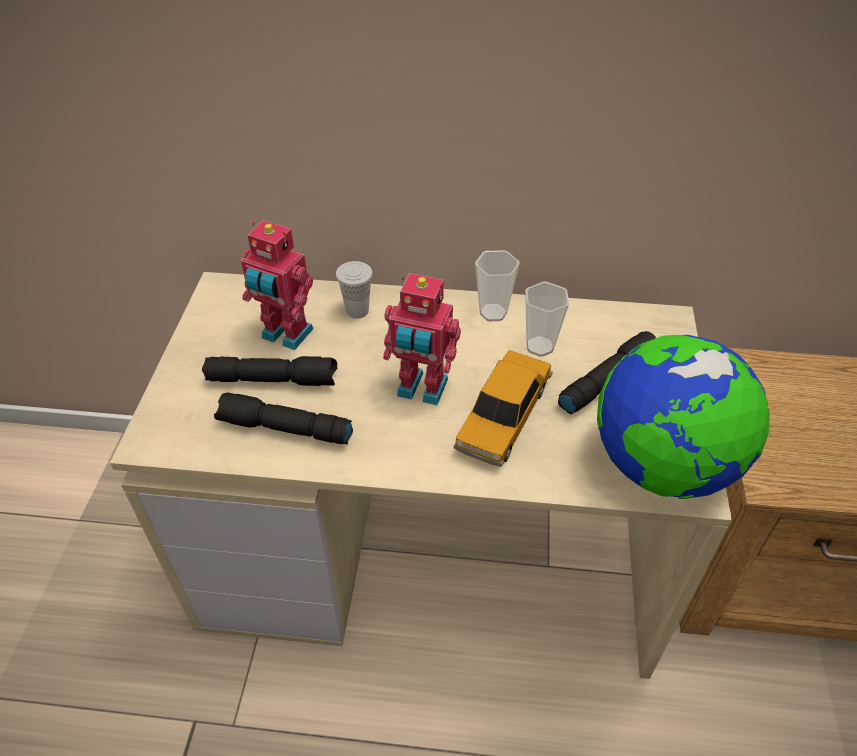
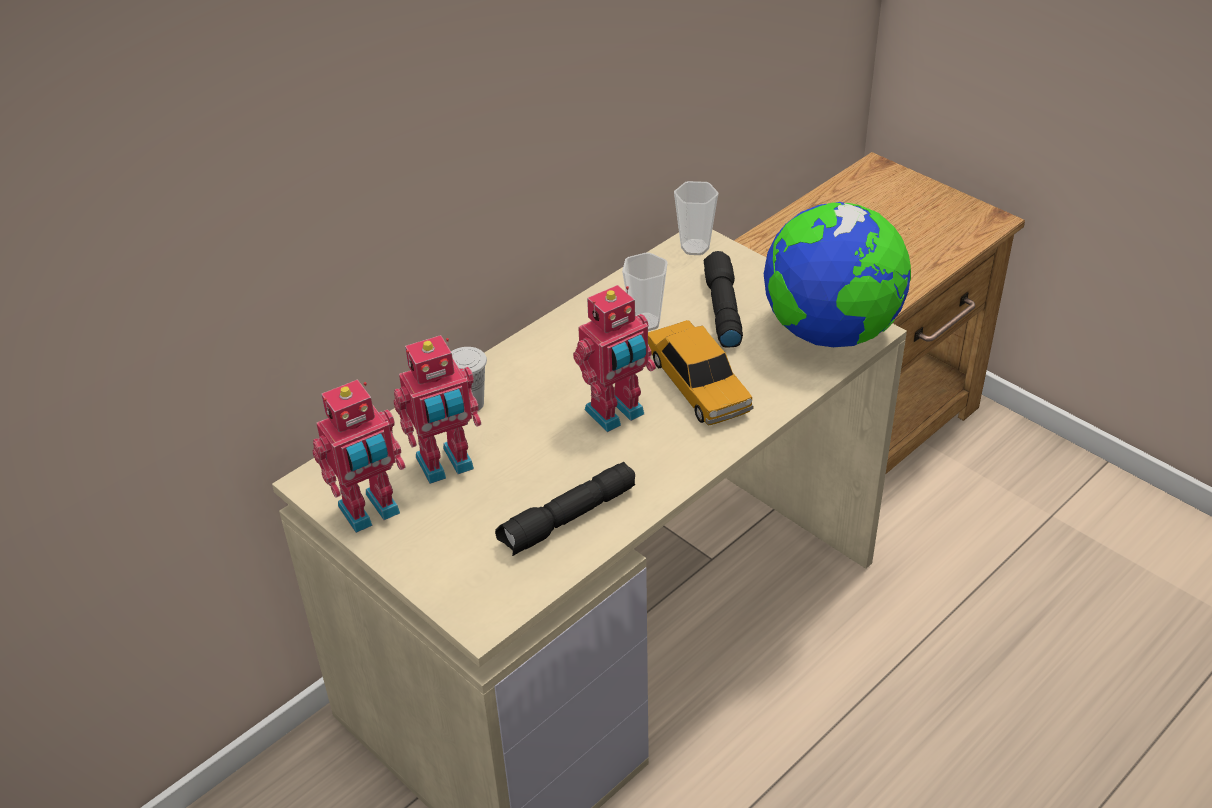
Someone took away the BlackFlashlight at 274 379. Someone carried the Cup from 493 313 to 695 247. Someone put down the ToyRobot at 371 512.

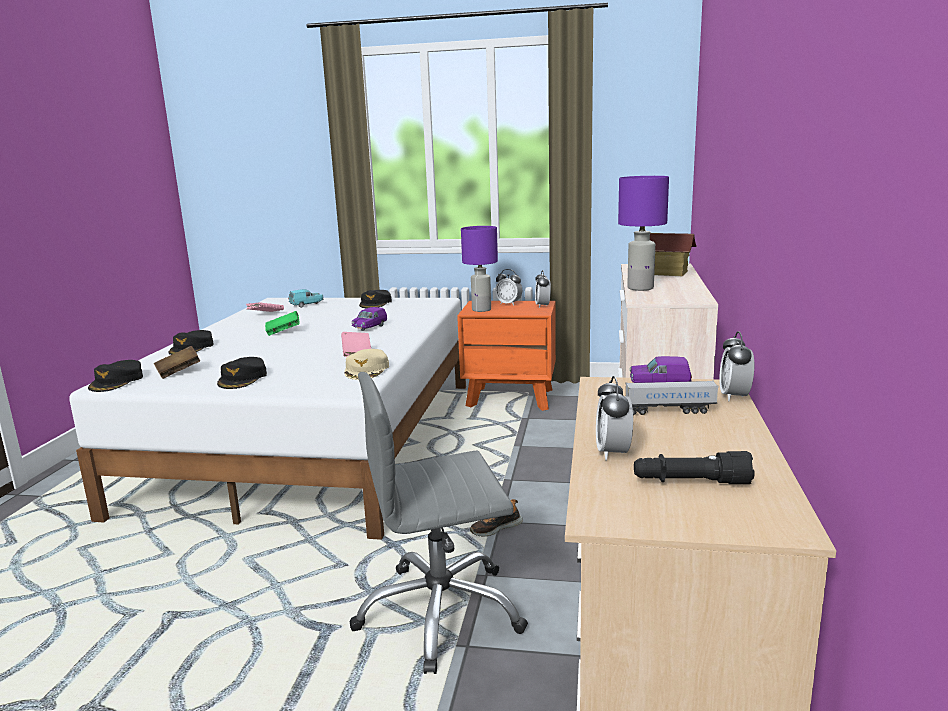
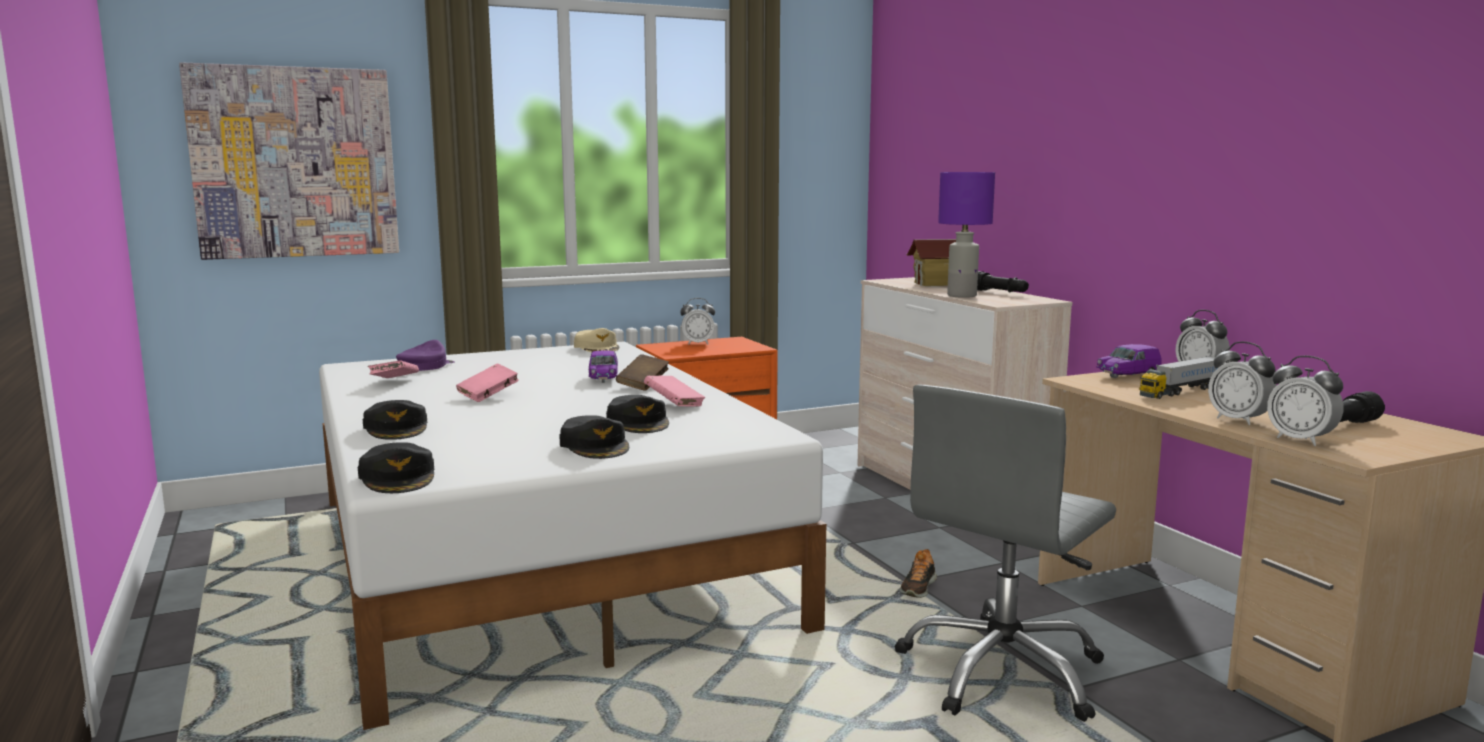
Someone carried the BrownBook from 178 372 to 643 385. Someone repainted the GreenBook at 283 332, which became the PinkBook at 488 396. Someone swapped the TurquoiseToyCar at 306 305 for the PurpleCap at 425 366. Someone carried the BeigeCap from 367 370 to 597 348. Someone carried the BlackCap from 375 303 to 638 422. Someone took away the PurpleTableLamp at 481 310. Someone carried the AlarmClock from 542 306 to 1300 440. Someone put up the Picture at 295 163. Someone put down the BlackFlashlight at 997 292.

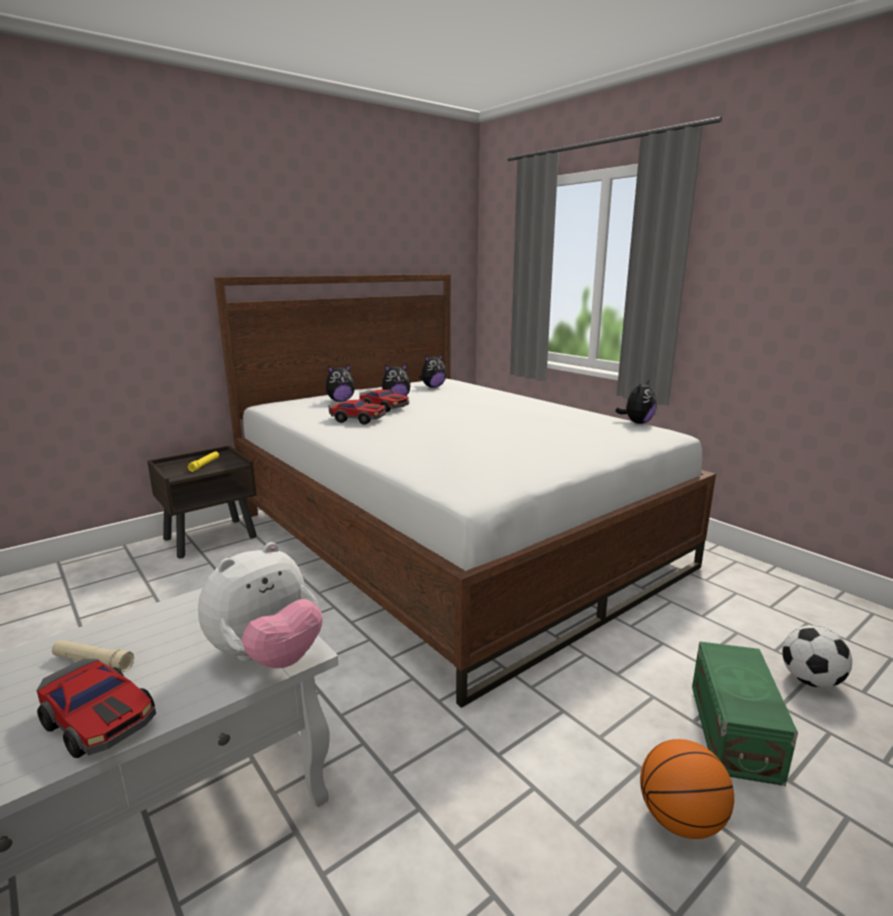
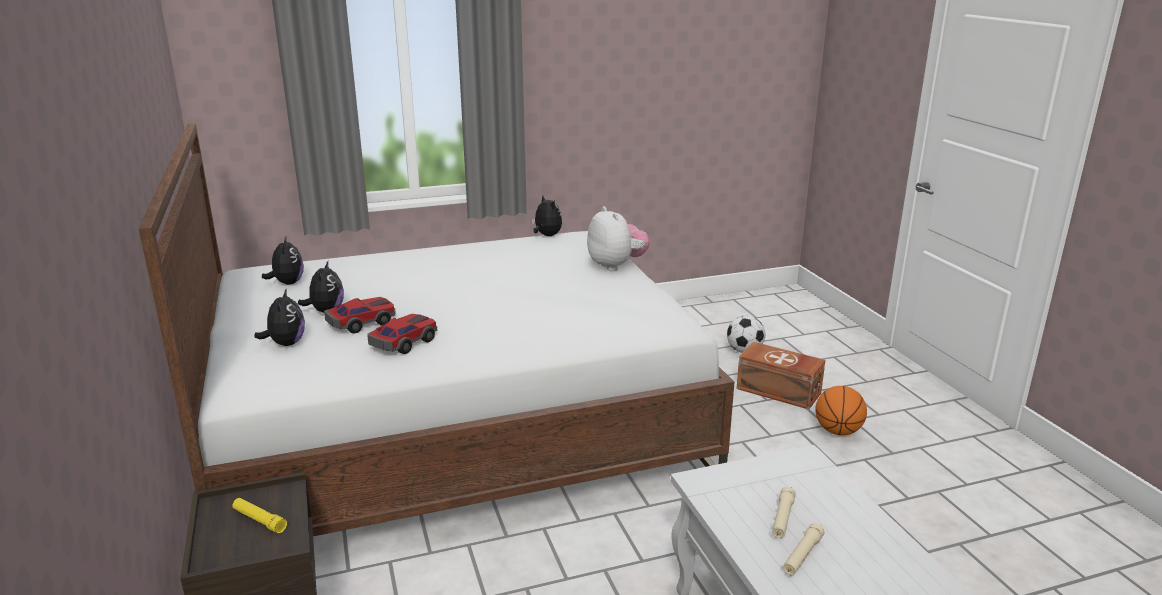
Someone took away the ToyCar at 99 719. Someone carried the PlushToy from 267 657 to 616 266. Someone repainted the GreenStorageBox at 732 732, which became the BrownStorageBox at 779 391. Someone put down the BeigeFlashlight at 782 518.

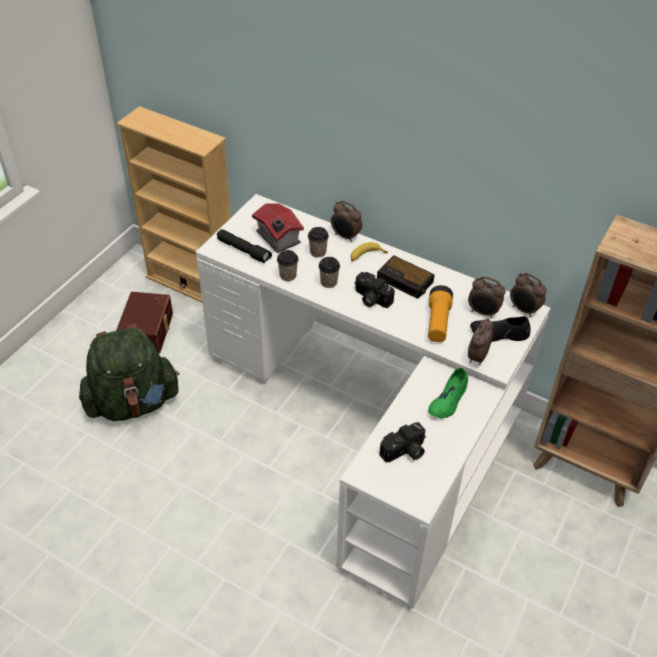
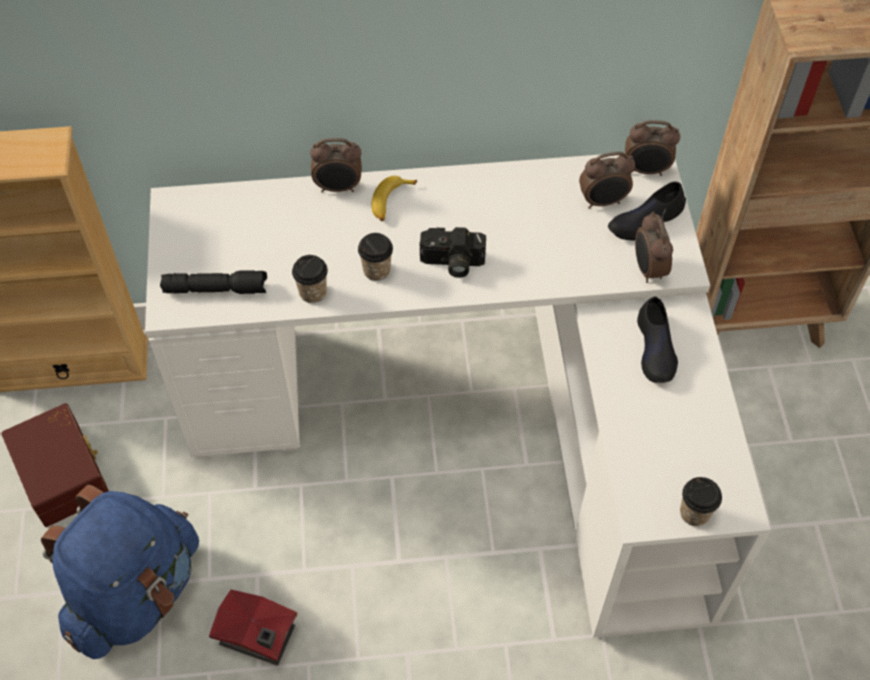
Someone repainted the GreenBackpack at 133 403, which became the BlueBackpack at 136 593. Someone carried the ToyHouse from 277 238 to 258 638. Someone carried the Cup from 318 252 to 694 513. Someone took away the AlarmClock at 406 281. Someone took away the PhotoCamera at 404 452. Someone took away the Flashlight at 438 322. Someone repainted the GreenShoe at 448 400, which became the BlackShoe at 655 348.

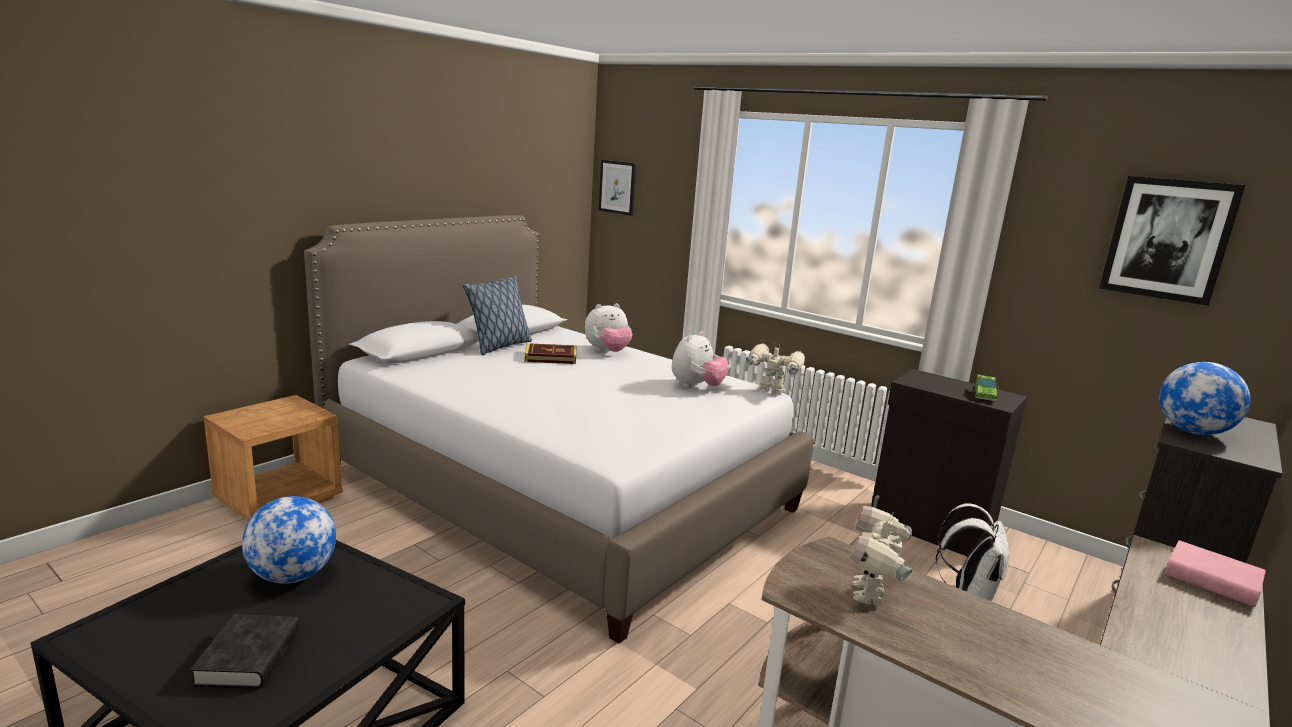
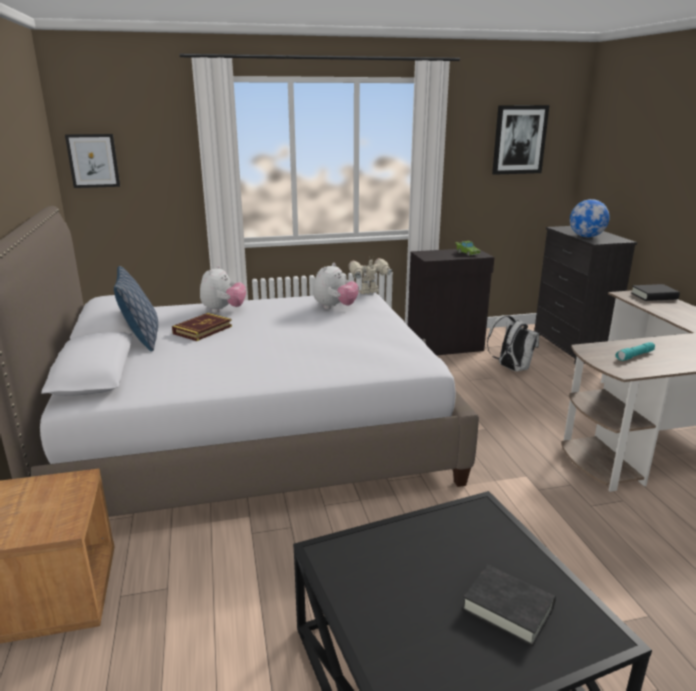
Someone took away the Globe at 293 576. Someone rotated the PlushToy at 697 387 by 45 degrees clockwise. Someone swapped the ToyRobot at 870 594 for the TurquoiseFlashlight at 635 356. Someone repainted the PinkBook at 1211 580, which became the BlackBook at 654 296.

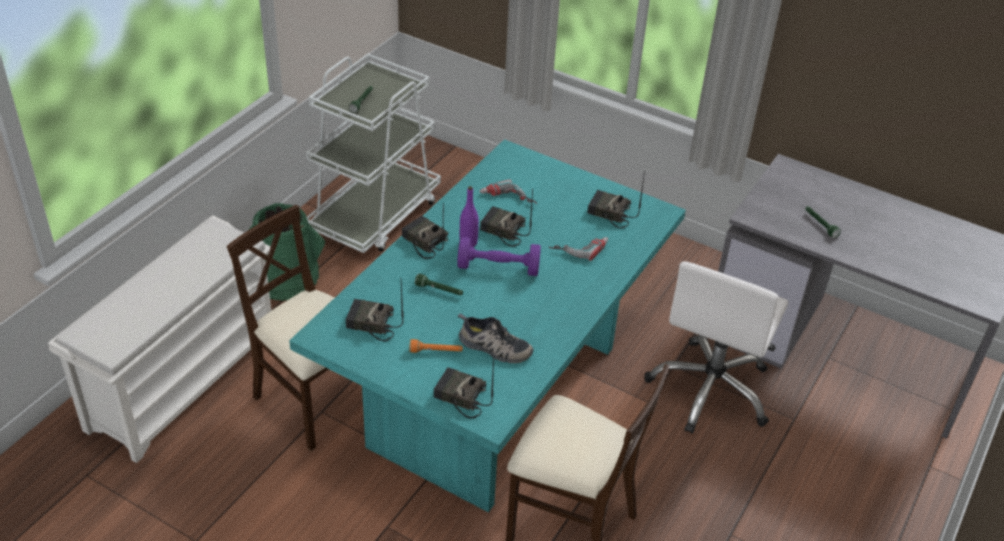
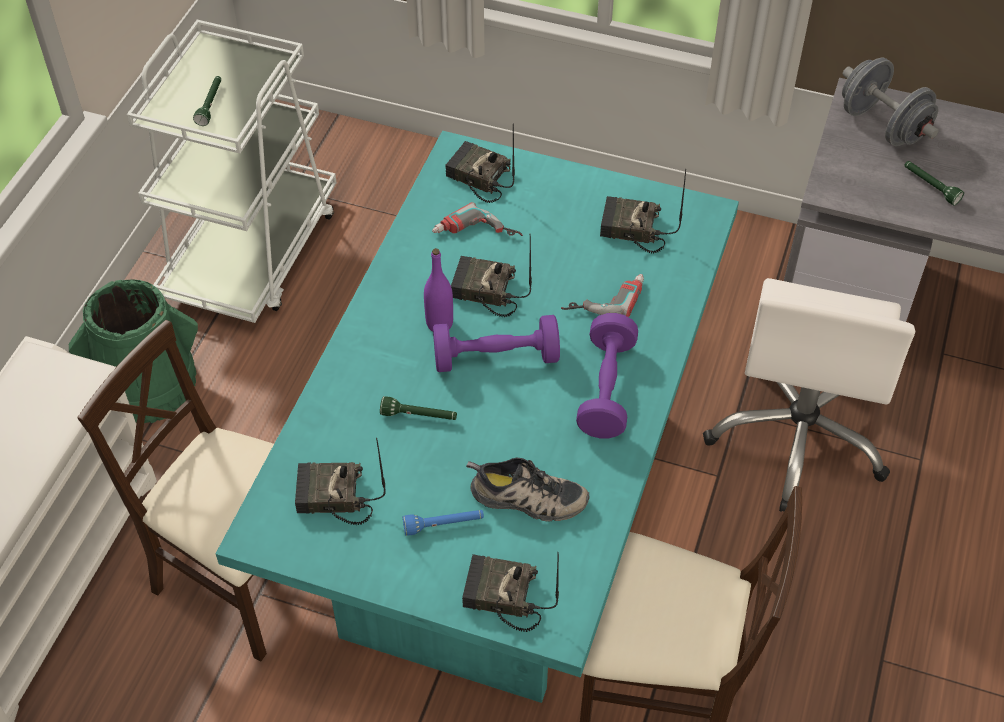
Someone carried the Radio from 423 242 to 478 178. Someone repainted the OrangeFlashlight at 436 351, which became the BlueFlashlight at 444 525. Someone put down the PurpleDumbbell at 606 389. Someone put down the GreyDumbbell at 882 125.

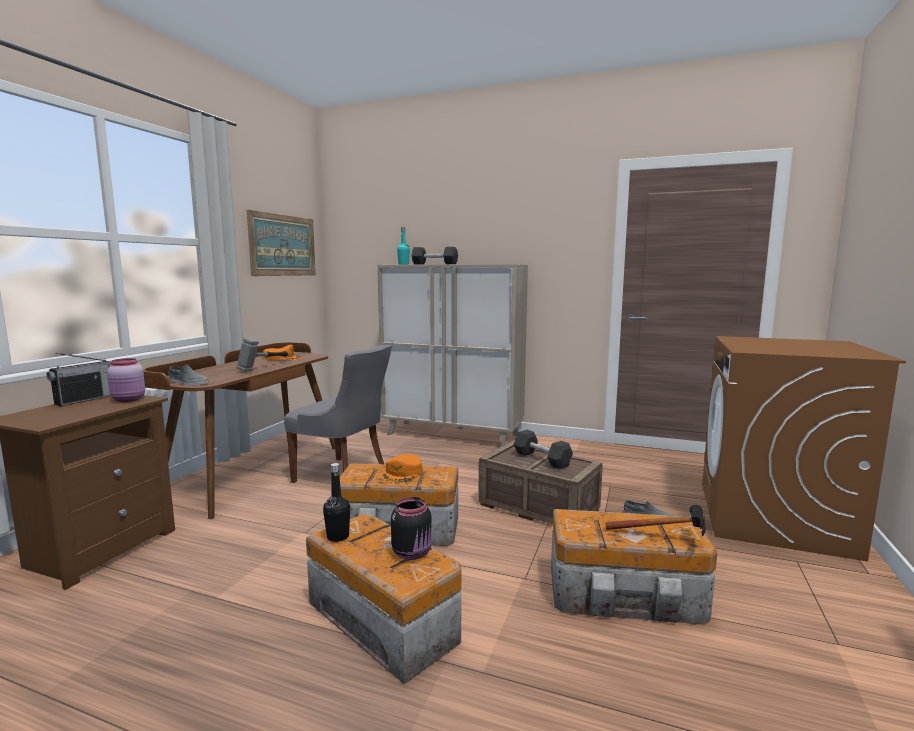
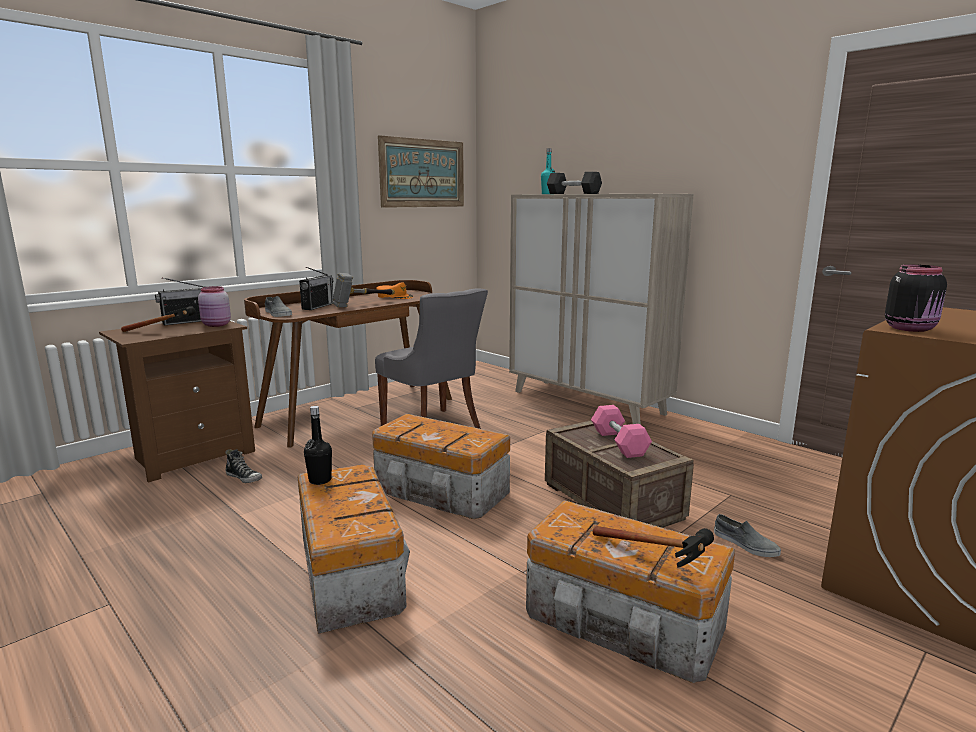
Someone took away the OrangeCap at 403 473. Someone carried the BlackJar from 413 553 to 911 329. Someone repainted the BlackDumbbell at 542 459, which became the PinkDumbbell at 619 443. Someone put down the Hammer at 165 333. Someone put down the Shoe at 244 478. Someone put down the Radio at 318 306.

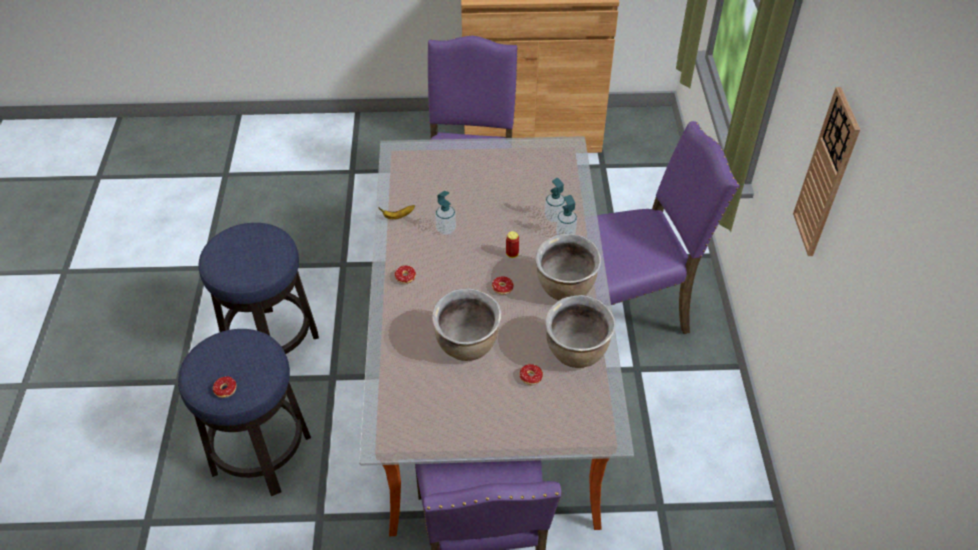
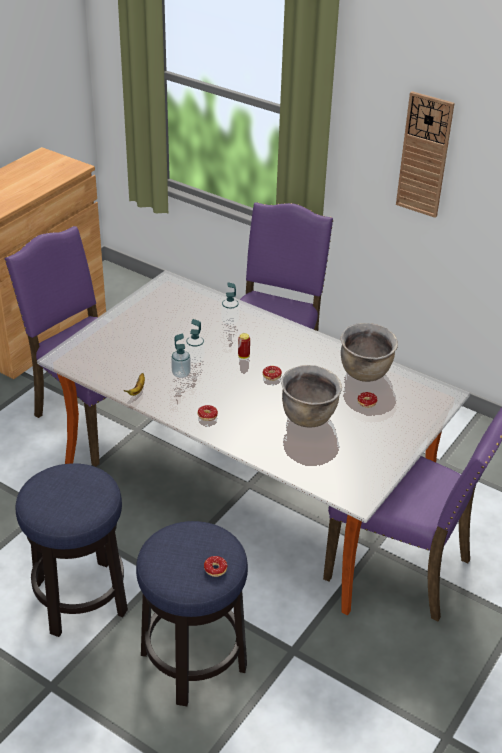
Someone took away the BrownCookingPot at 565 288. Someone carried the SoapDispenser from 565 234 to 195 359.

